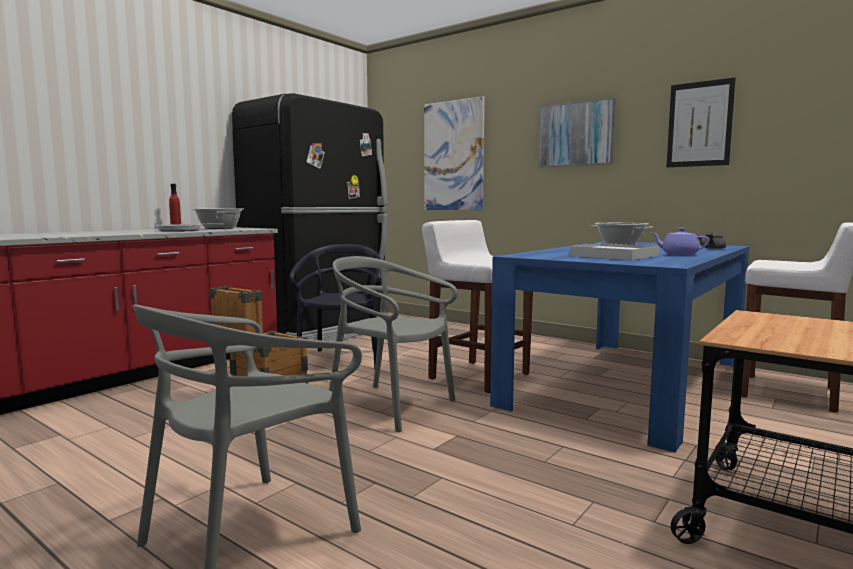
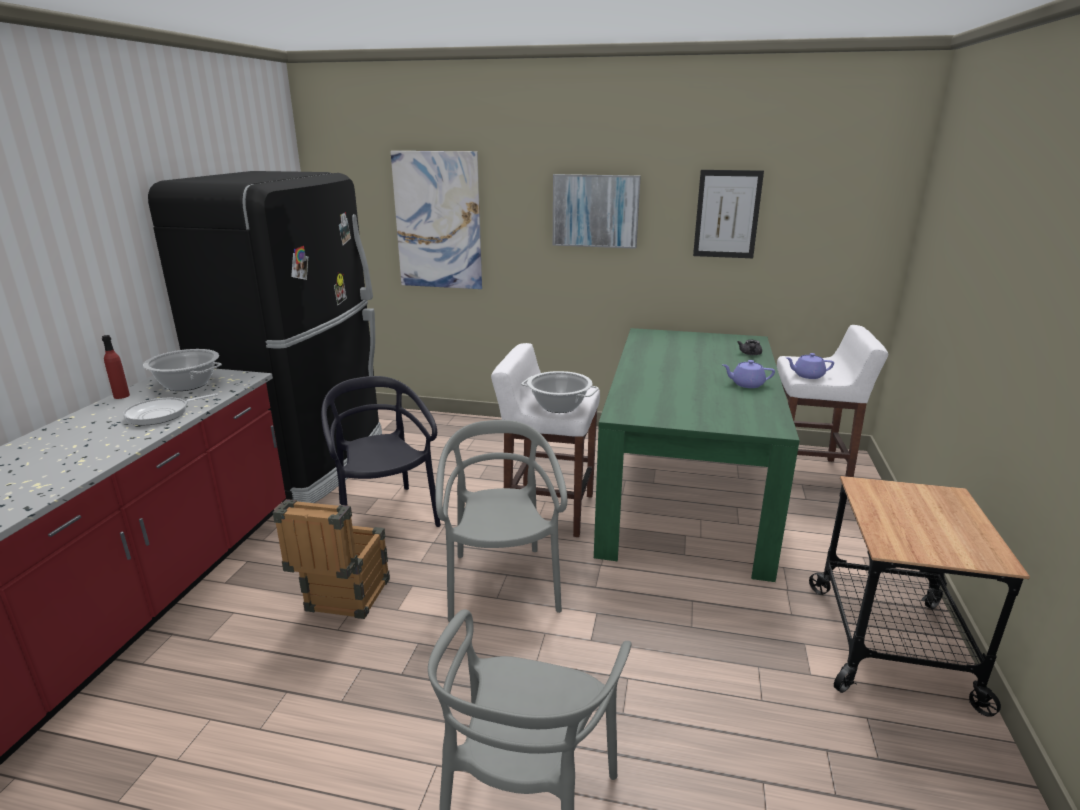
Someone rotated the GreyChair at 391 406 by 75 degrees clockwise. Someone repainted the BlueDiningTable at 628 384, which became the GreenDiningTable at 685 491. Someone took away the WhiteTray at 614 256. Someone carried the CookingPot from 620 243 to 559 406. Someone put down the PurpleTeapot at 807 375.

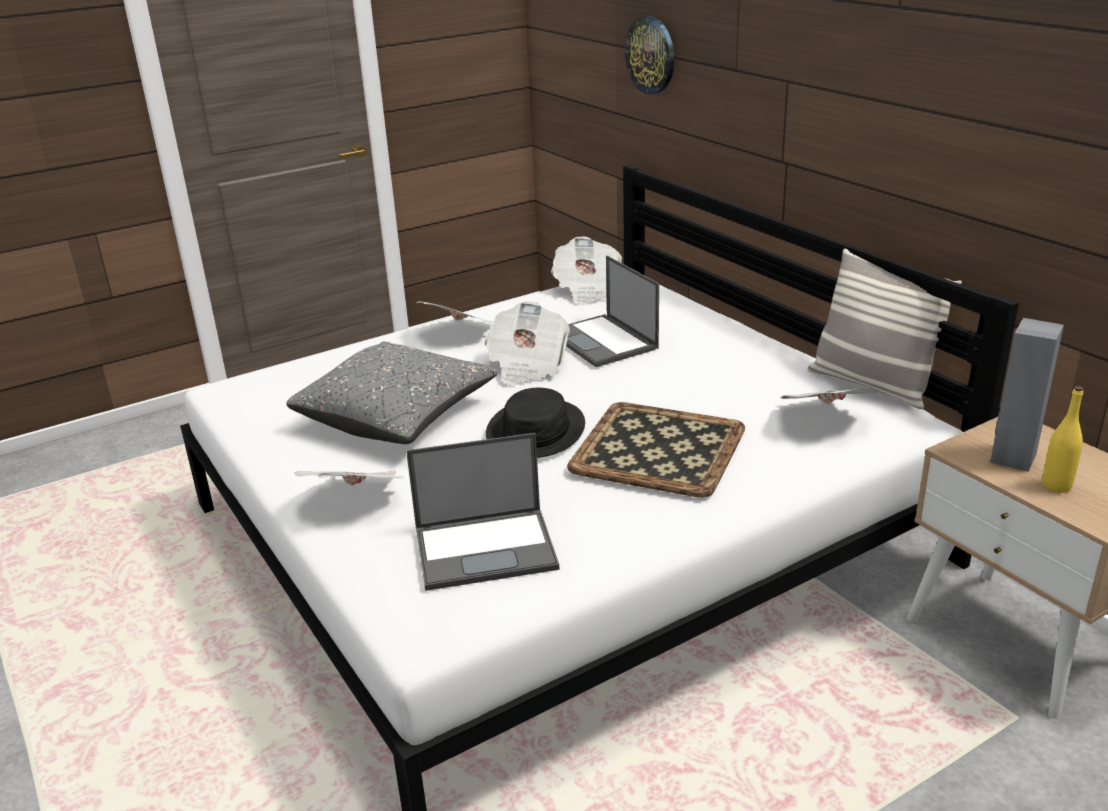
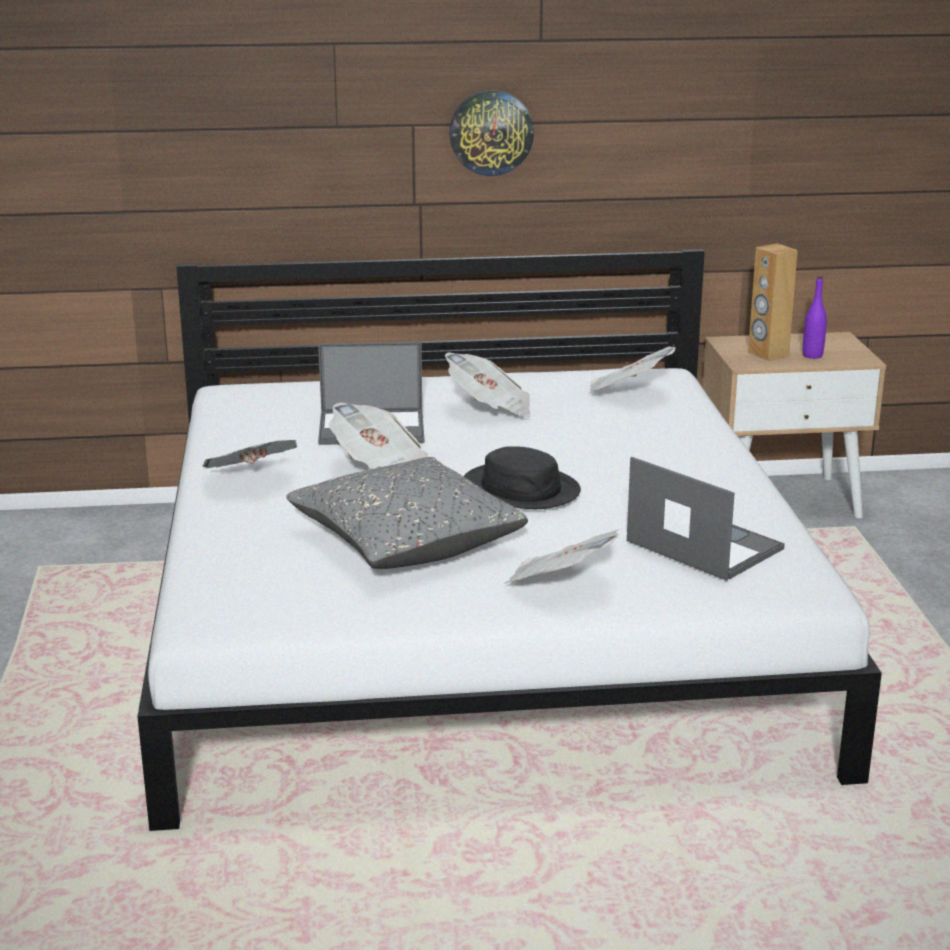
Someone rotated the Laptop at 487 548 by 60 degrees counterclockwise. Someone carried the Newspaper from 588 290 to 490 408. Someone took away the Tray at 660 448. Someone carried the WallClock from 651 55 to 491 132. Someone took away the Pillow at 871 385. Someone repainted the GreySpeaker at 1012 457, which became the BrownSpeaker at 767 354. Someone repainted the YellowBottle at 1056 486, which became the PurpleBottle at 812 355.

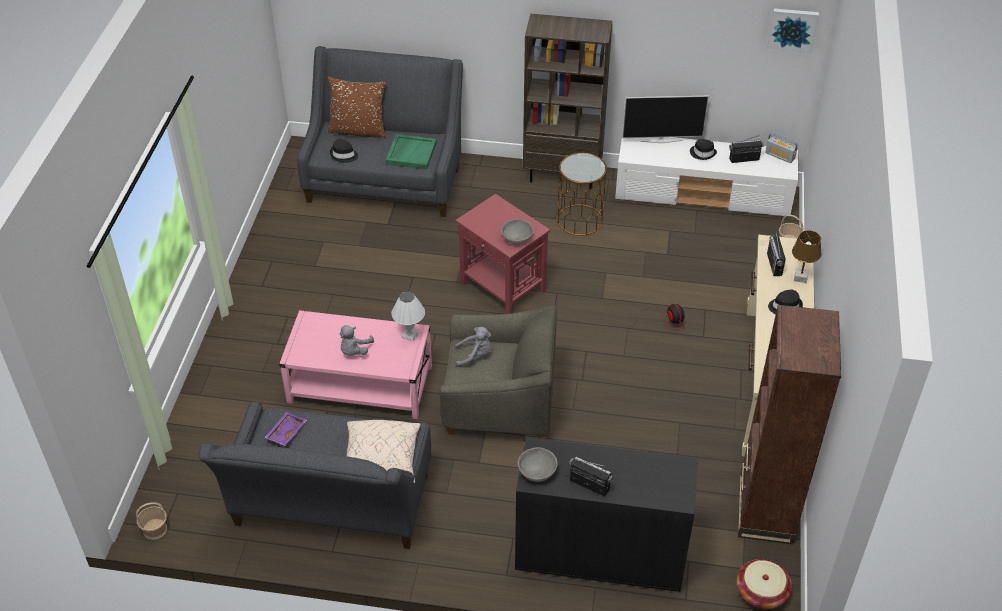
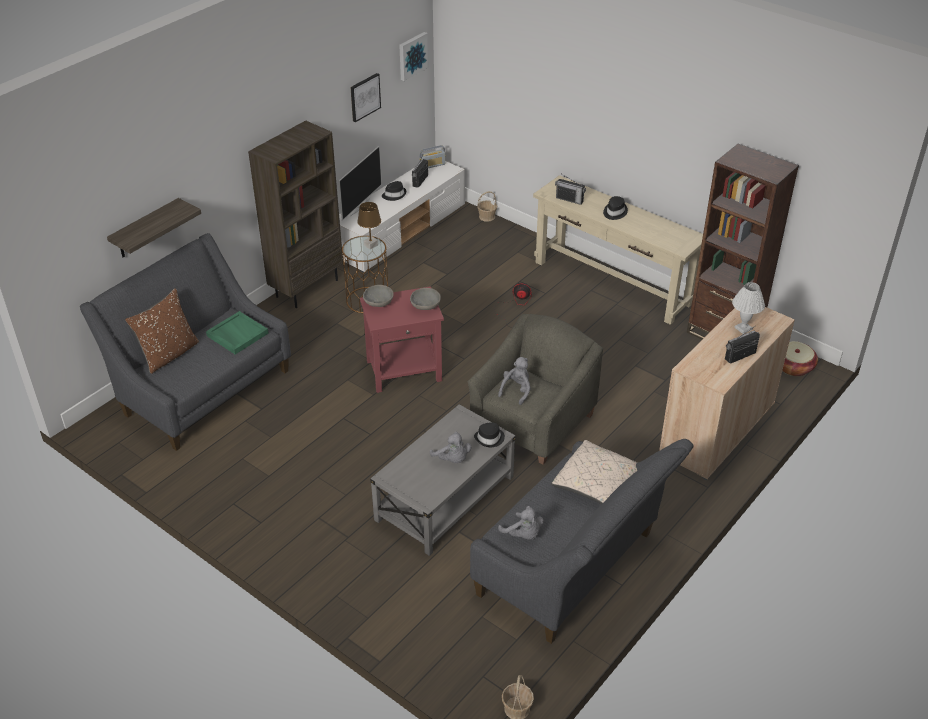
Someone swapped the PurpleTray at 285 432 for the GreyPlushToy at 523 535. Someone repainted the PinkCoffeeTable at 360 384, which became the GreyCoffeeTable at 444 498. Someone carried the BlackHat from 343 155 to 490 438. Someone carried the WhiteTableLamp from 409 335 to 743 328. Someone repainted the BlackCabinet at 600 554, which became the BeigeCabinet at 717 429. Someone carried the GreyBowl from 536 471 to 378 303. Someone carried the BrownTableLamp from 800 278 to 370 245. Someone put up the Shelf at 146 229. Someone put up the Picture at 364 97.

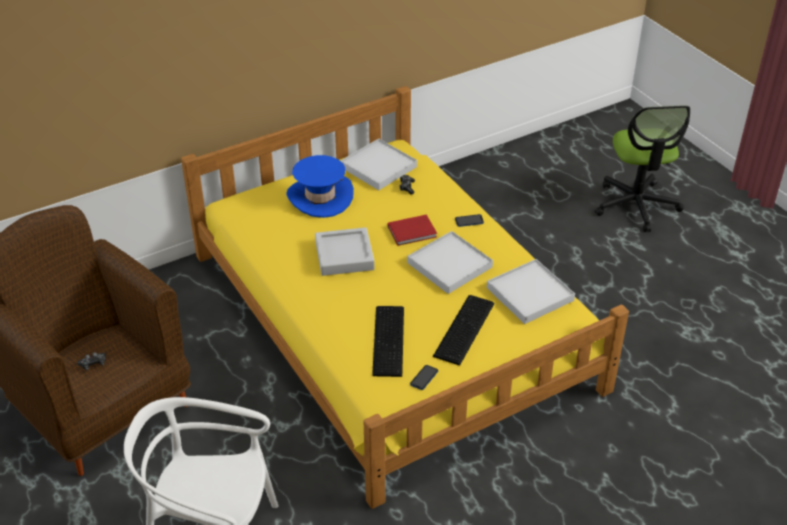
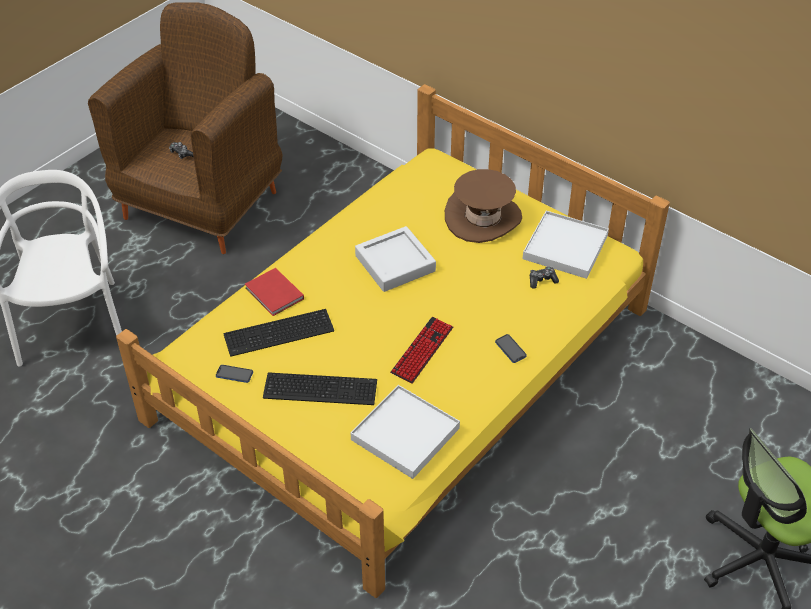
Someone repainted the BlueHat at 320 197, which became the BrownHat at 483 218. Someone carried the RedBook from 413 232 to 274 295. Someone swapped the WhiteTray at 449 265 for the Keyboard at 422 351.

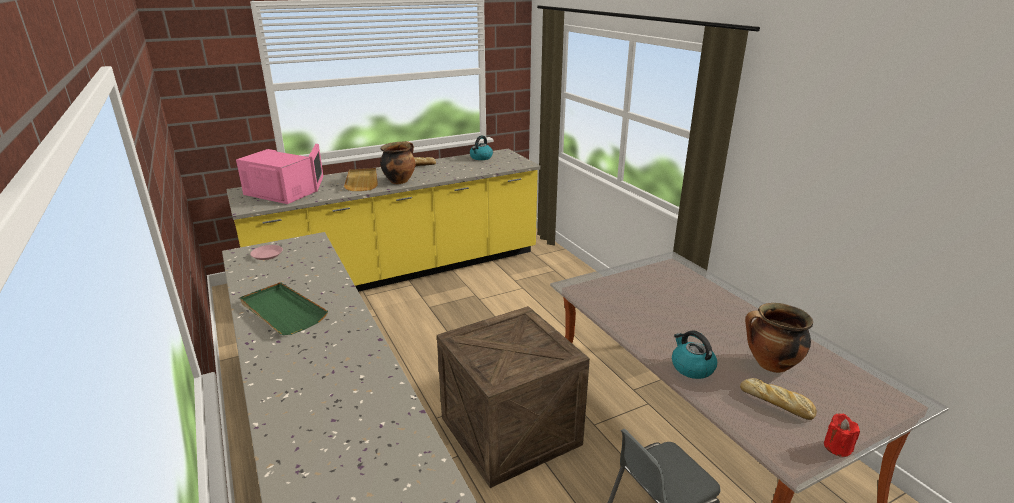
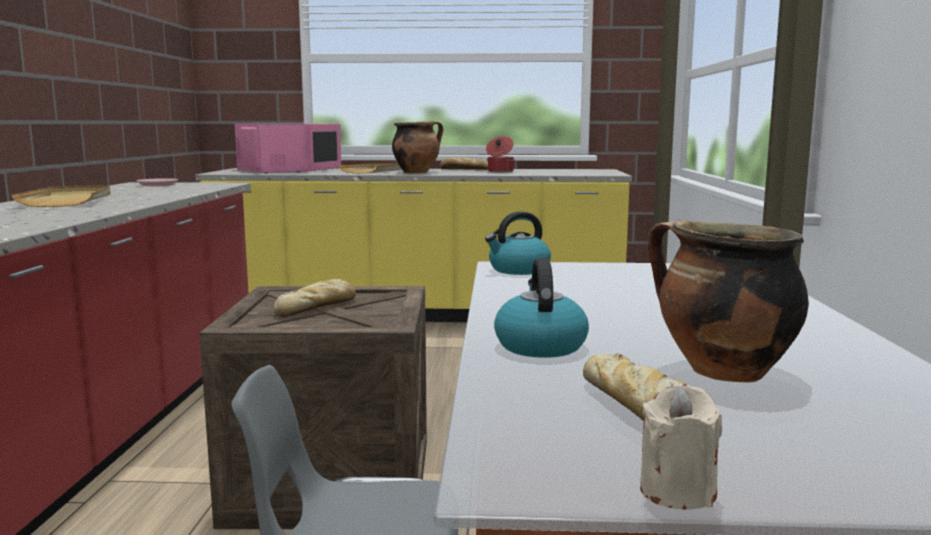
Someone repainted the GreenTray at 282 311, which became the BeigeTray at 68 200. Someone carried the Kettle from 481 157 to 518 270. Someone repainted the RedCandle at 837 447, which became the BeigeCandle at 677 491. Someone put down the Bread at 318 306. Someone put down the CookingPot at 500 171.

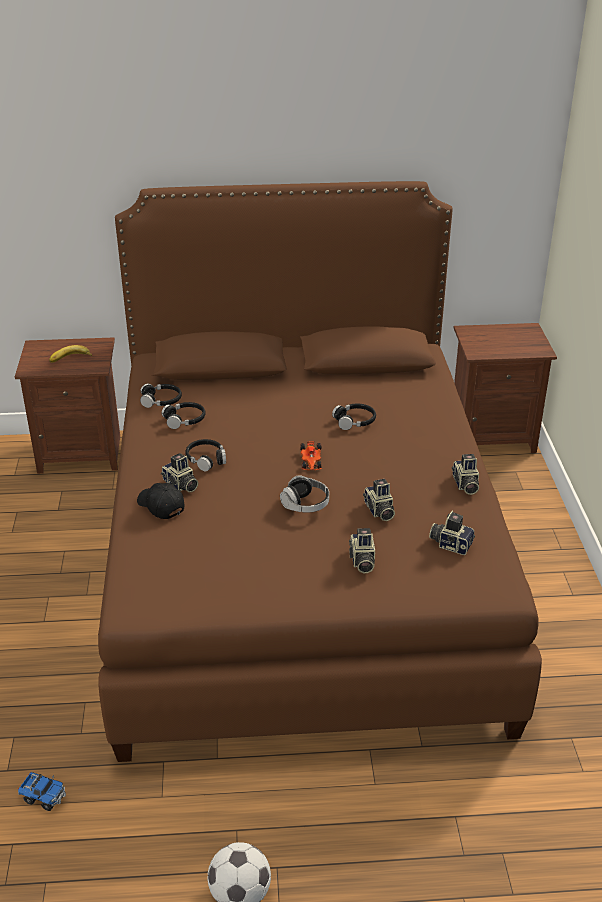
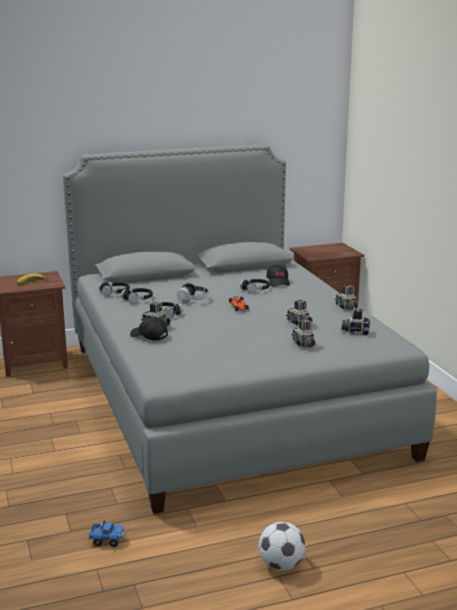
Someone repainted the BrownBed at 299 560, which became the GreyBed at 227 397. Someone carried the Headphones from 305 504 to 193 300. Someone put down the BlackCap at 278 282.

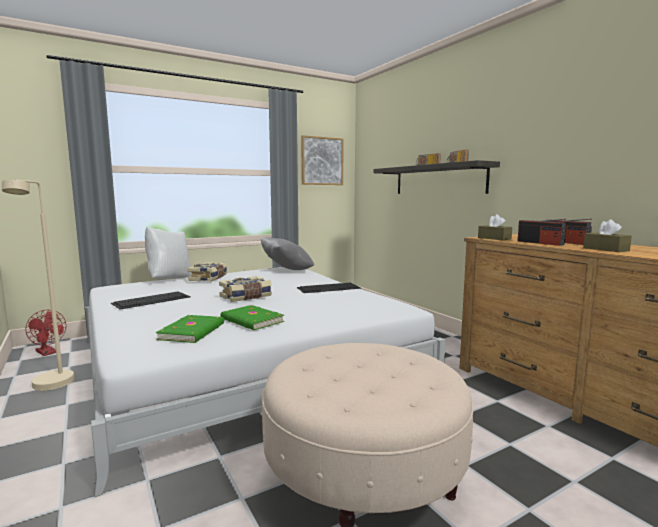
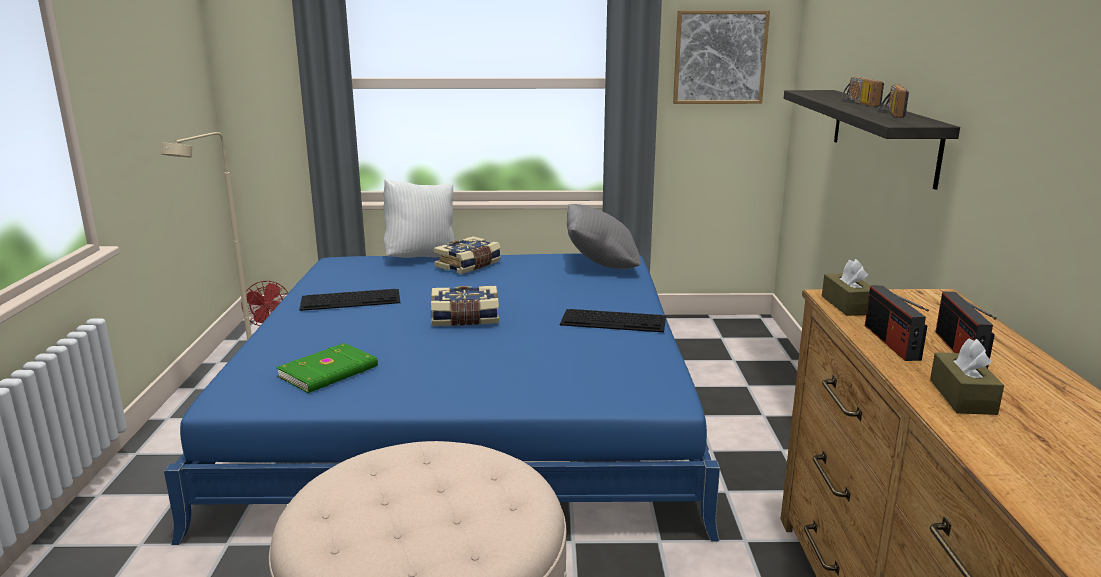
Someone repainted the WhiteBed at 243 360, which became the BlueBed at 469 407. Someone took away the GreenBook at 251 320.

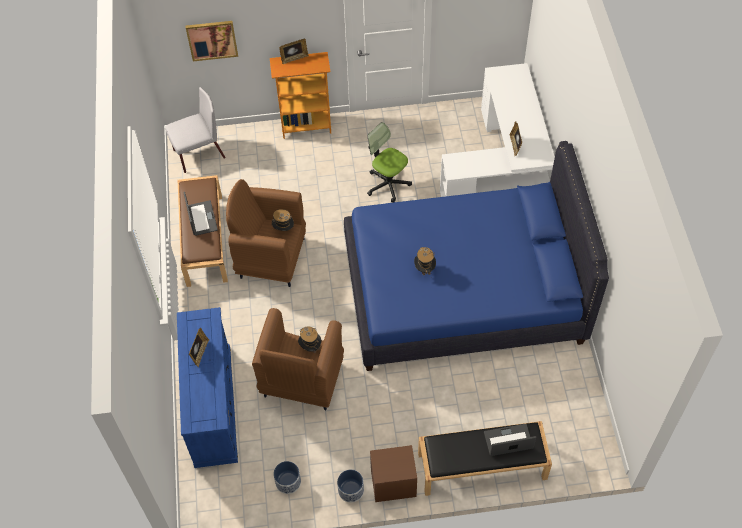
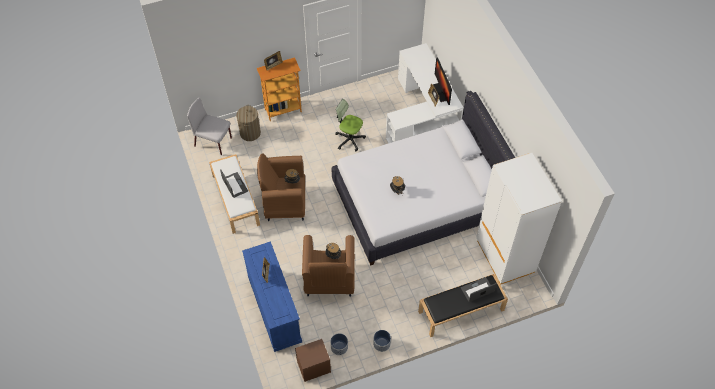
Someone rotated the GreyChair at 198 154 by 120 degrees counterclockwise. Someone repainted the BrownBench at 204 239, which became the WhiteBench at 235 199. Someone took away the Picture at 212 40. Someone repainted the BlueBed at 462 291, which became the WhiteBed at 418 201. Someone carried the BrownNightstand from 393 483 to 313 366. Someone put down the LaundryBasket at 250 133. Someone put down the Monitor at 441 92. Someone put down the WhiteWardrobe at 505 257.

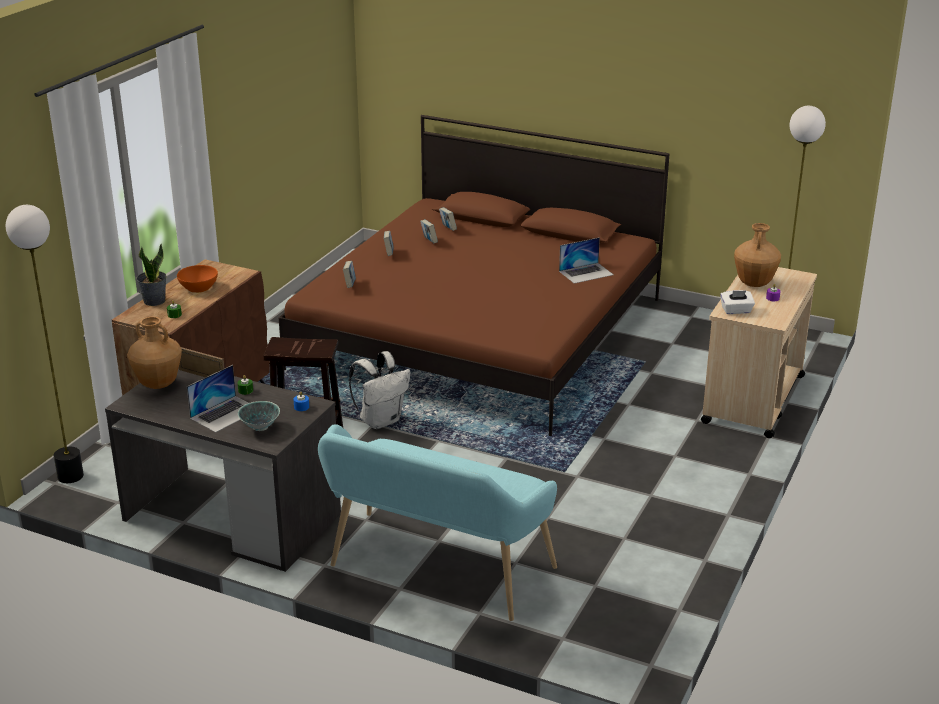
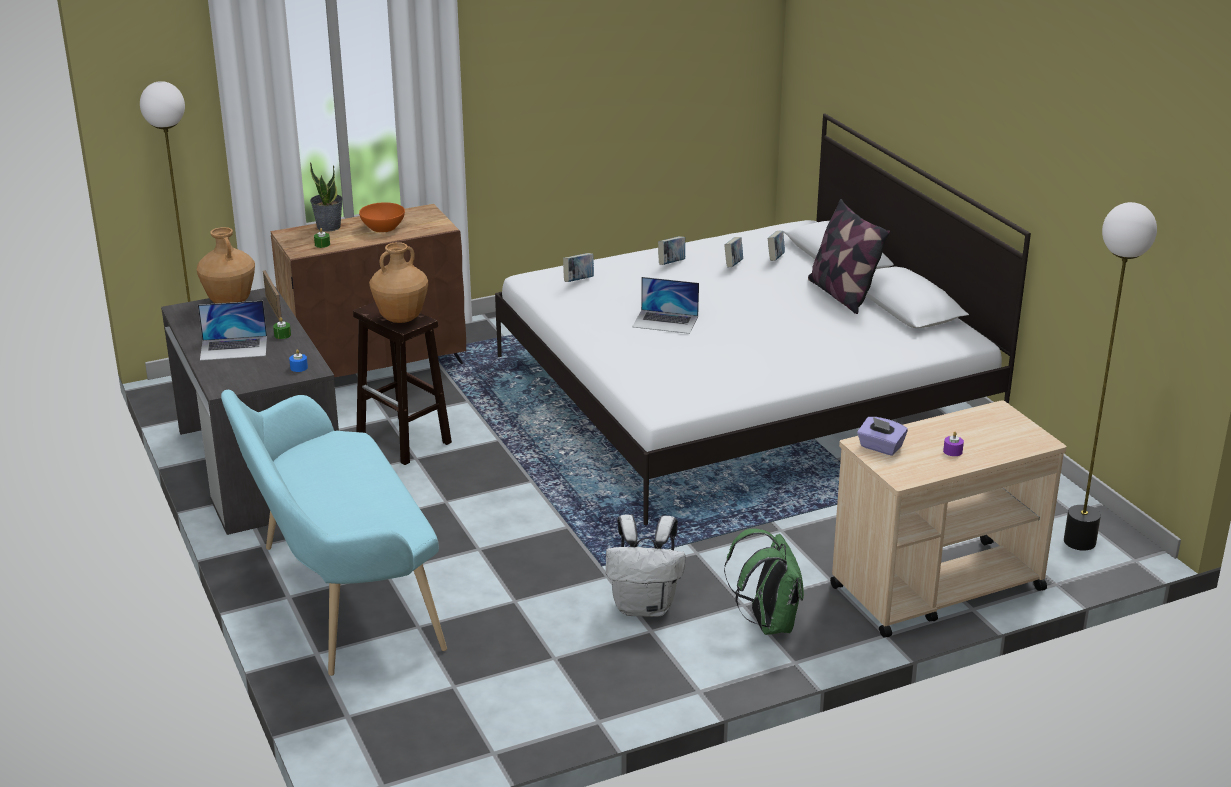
Someone took away the Bowl at 260 427. Someone repainted the BrownBed at 480 333, which became the WhiteBed at 741 394. Someone carried the WhiteBackpack from 381 420 to 645 606. Someone carried the Laptop from 586 273 to 665 321. Someone repainted the WhiteTissueBox at 736 311, which became the PurpleTissueBox at 880 447. Someone carried the BrownVase from 754 284 to 400 319. Someone put down the GreenBackpack at 768 623. Someone put down the Pillow at 842 294.

